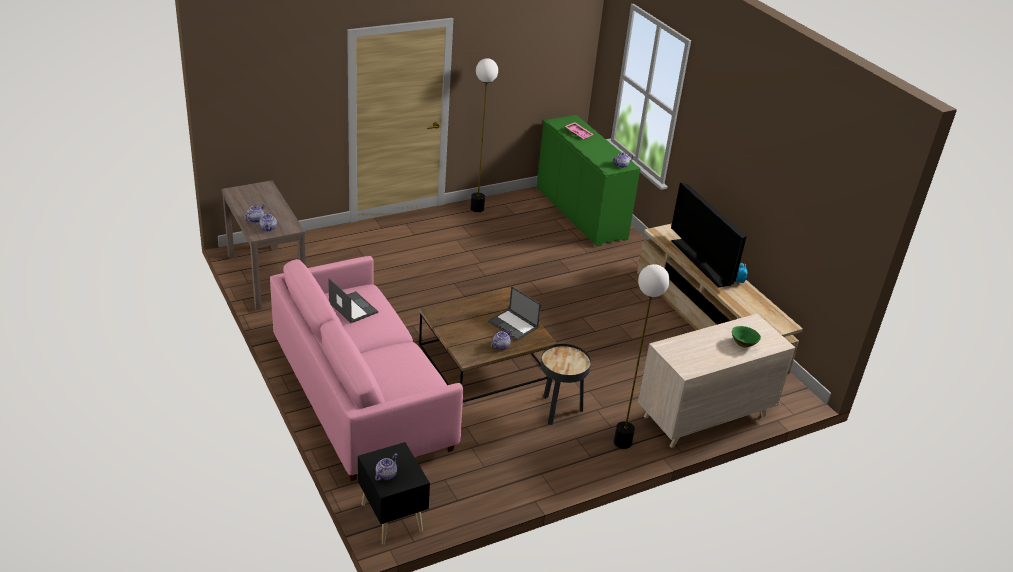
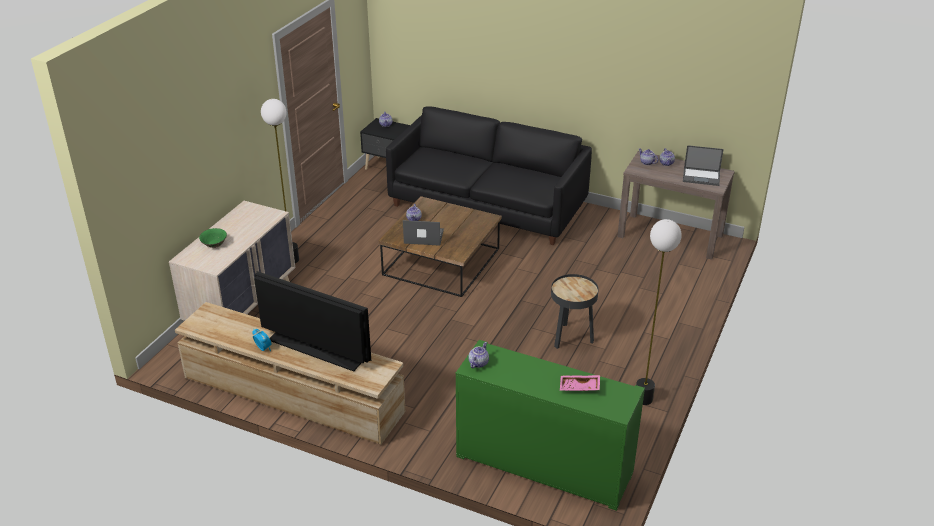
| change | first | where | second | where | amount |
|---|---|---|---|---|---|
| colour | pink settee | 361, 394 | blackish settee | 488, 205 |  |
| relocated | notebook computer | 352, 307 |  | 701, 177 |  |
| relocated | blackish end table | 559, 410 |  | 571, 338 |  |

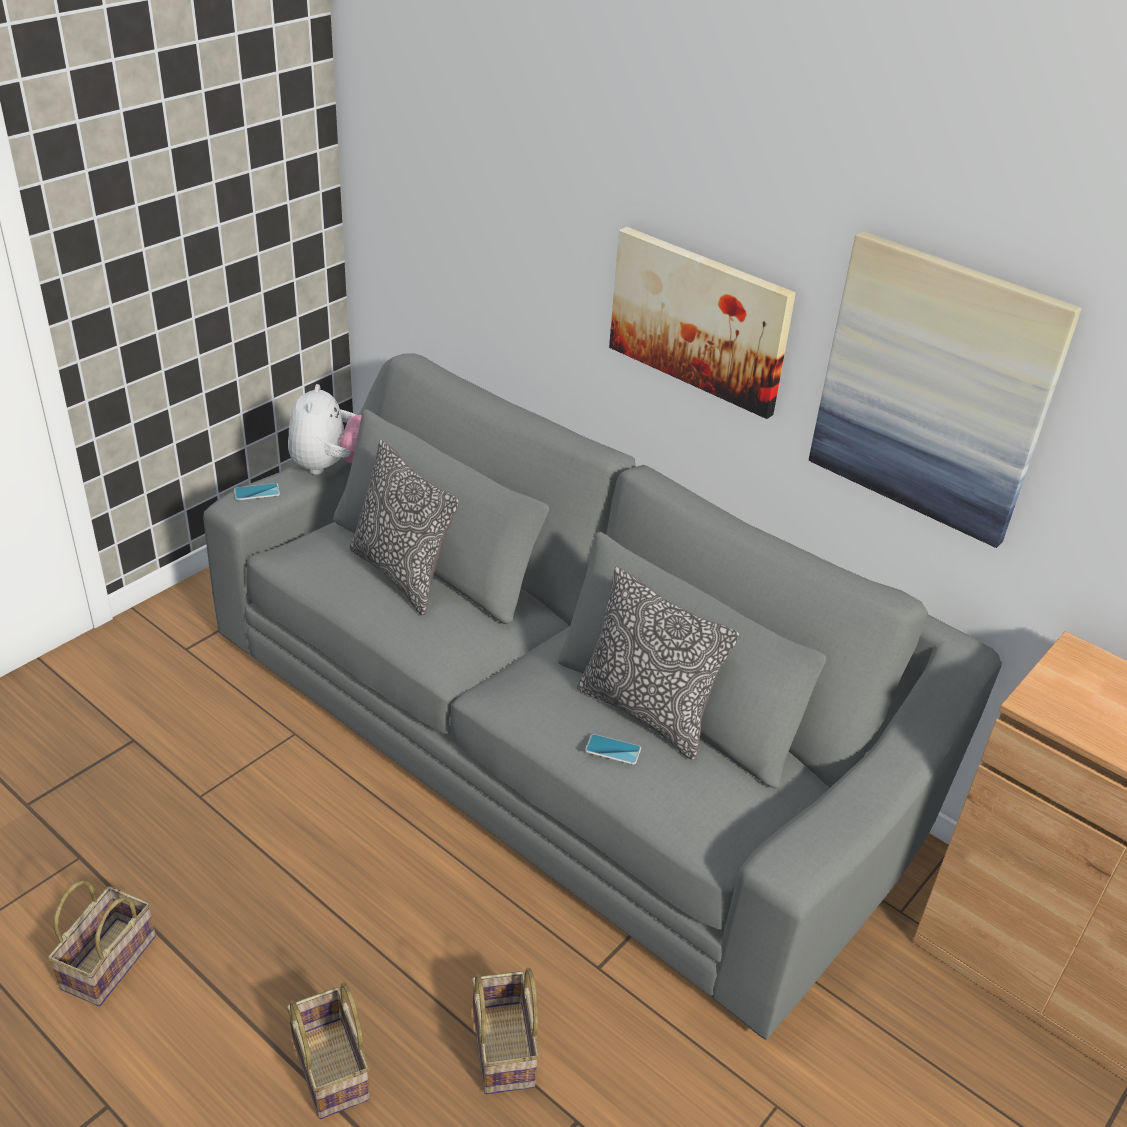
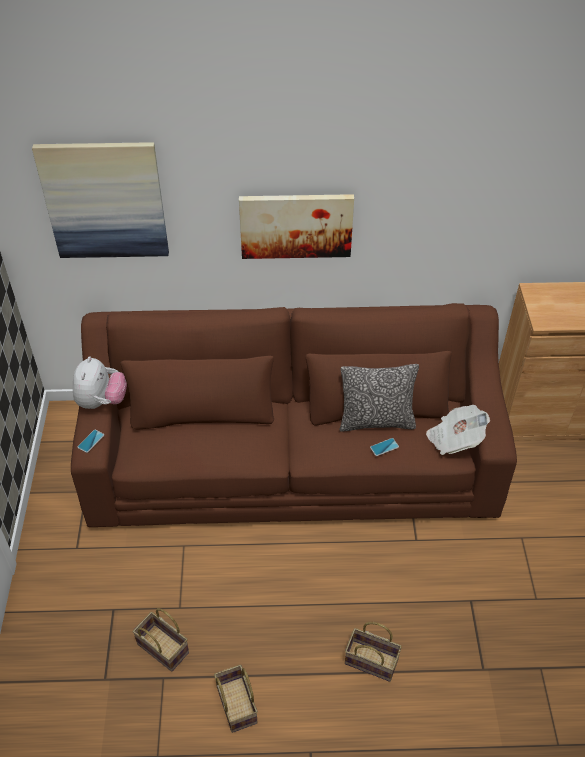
| change | first | where | second | where | amount |
|---|---|---|---|---|---|
| relocated | wall art | 934, 389 |  | 105, 200 |  |
| colour | greyish settee | 553, 737 | brown settee | 293, 459 |  |
| spun | cuddly toy | 330, 467 |  | 102, 401 | 45 degrees clockwise |
| missing | throw pillow | 402, 574 |  |  |  |
| relocated | storage basket | 505, 1050 |  | 164, 648 |  |
| appeared |  |  | newspaper | 455, 439 |  |

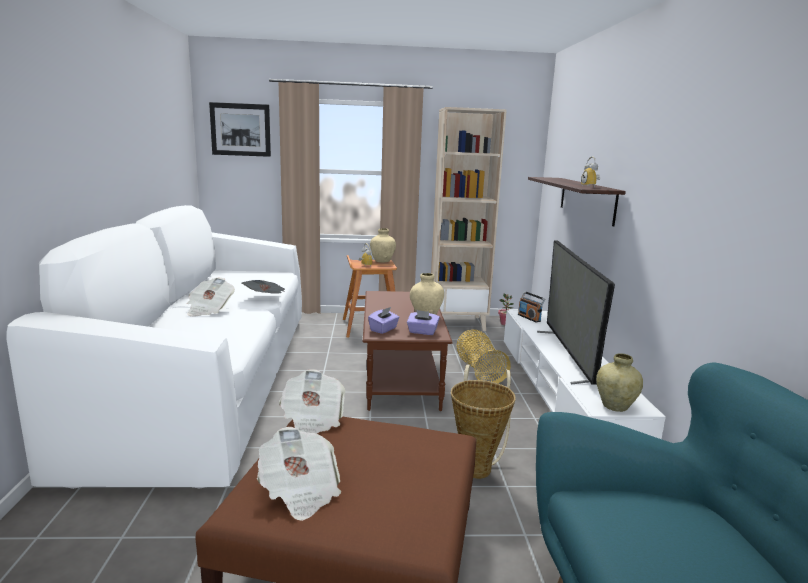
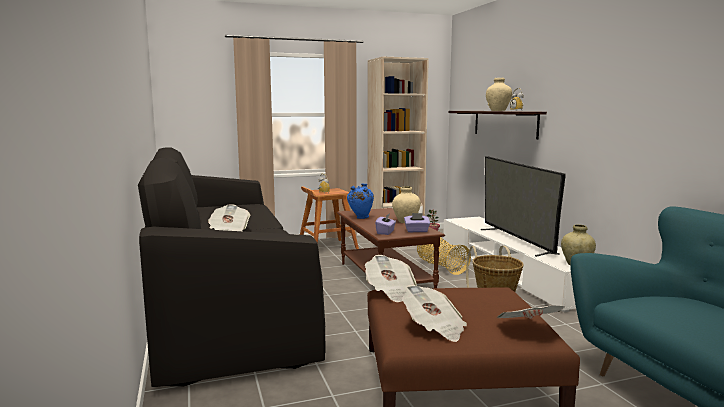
| change | first | where | second | where | amount |
|---|---|---|---|---|---|
| missing | wall art | 240, 129 |  |  |  |
| colour | white-coloured settee | 211, 379 | blackish settee | 225, 299 |  |
| relocated | beige-coloured decorative vase | 382, 261 |  | 498, 111 |  |
| relocated | newspaper | 265, 298 |  | 528, 329 |  |
| missing | radio receiver | 529, 318 |  |  |  |
| appeared |  |  | bluish decorative vase | 360, 218 |  |

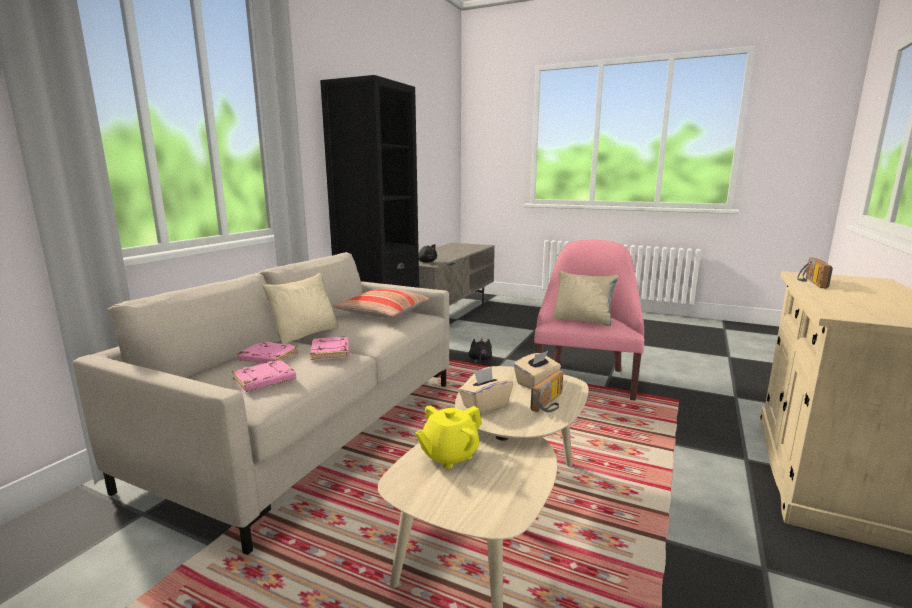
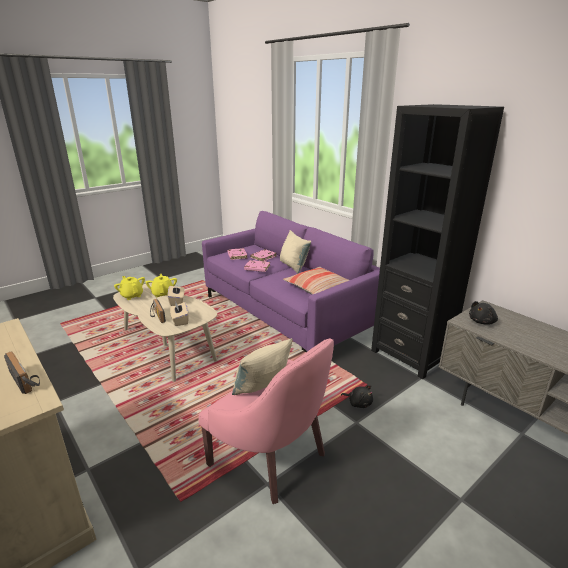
| change | first | where | second | where | amount |
|---|---|---|---|---|---|
| colour | beige-coloured settee | 313, 429 | purplish settee | 286, 314 |  |
| appeared |  |  | yellow pot for tea | 132, 295 |  |

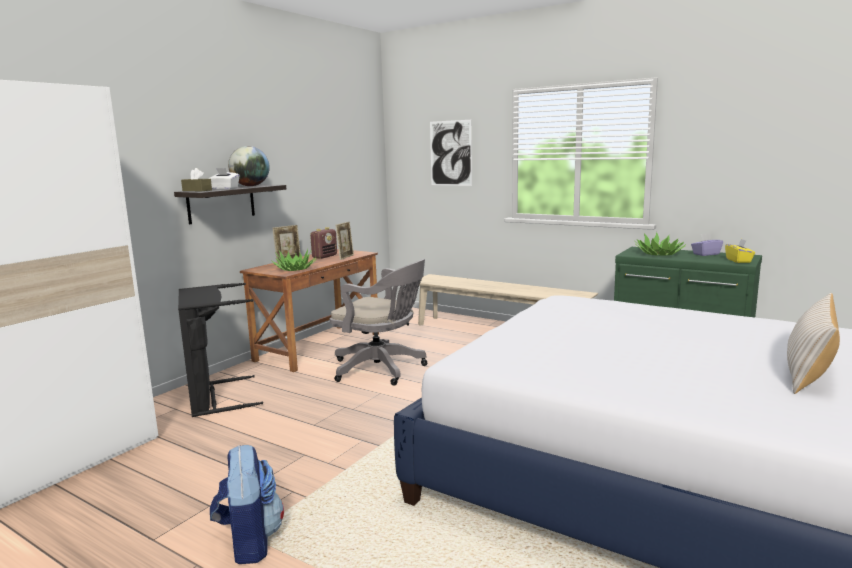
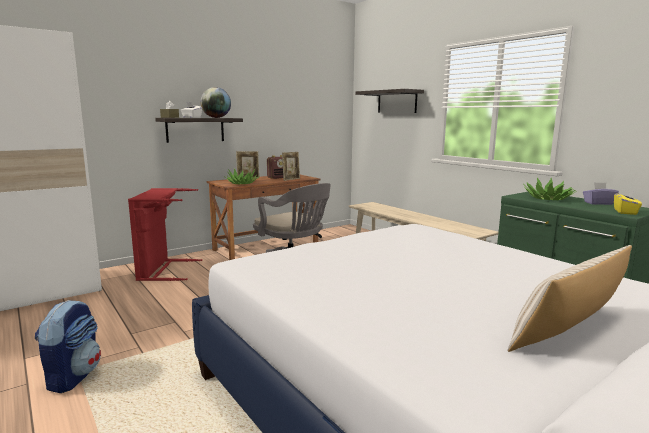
| change | first | where | second | where | amount |
|---|---|---|---|---|---|
| exchanged | wall art | 450, 153 | bracket shelf | 397, 102 |  |
| colour | blackish hamper | 214, 398 | red hamper | 163, 270 |  |

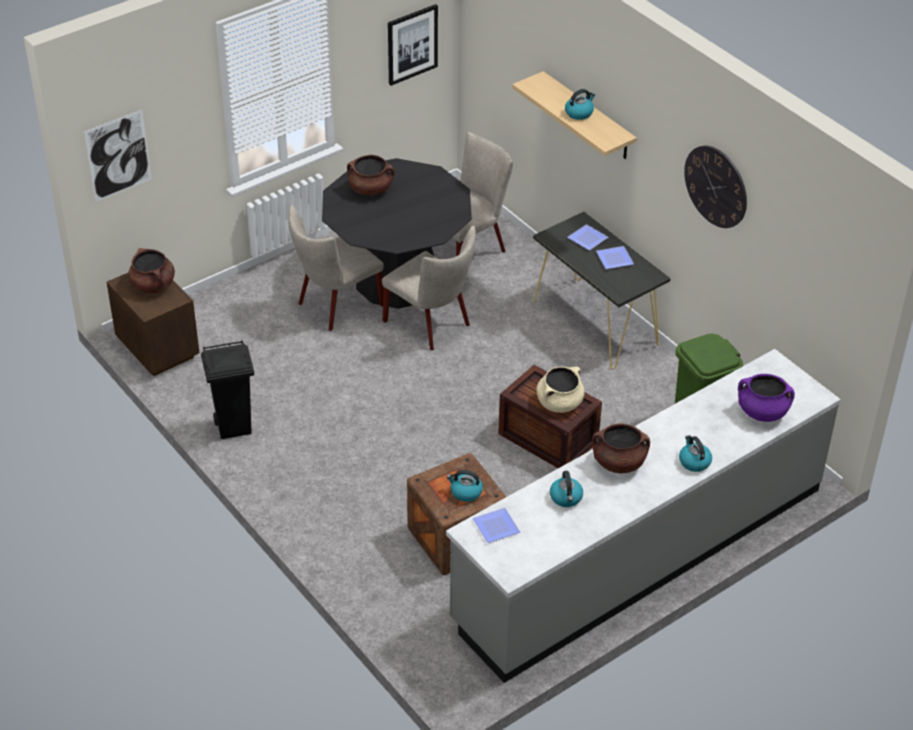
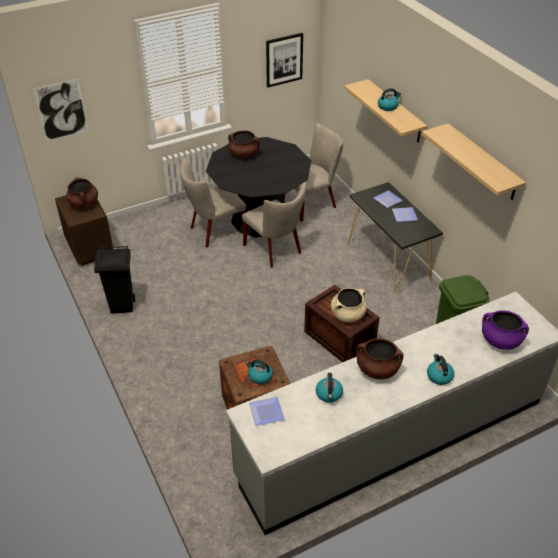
| change | first | where | second | where | amount |
|---|---|---|---|---|---|
| exchanged | hanging clock | 716, 186 | bracket shelf | 482, 162 |  |

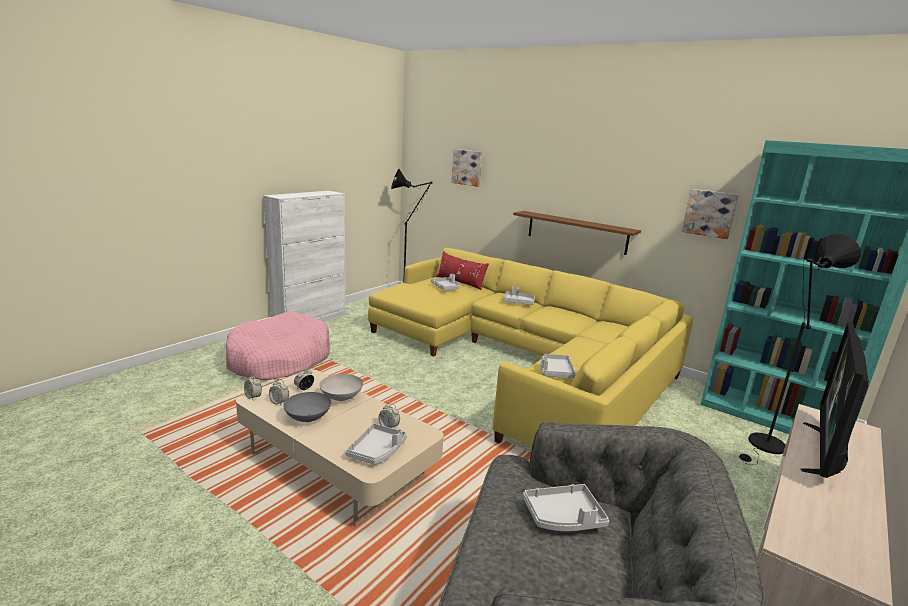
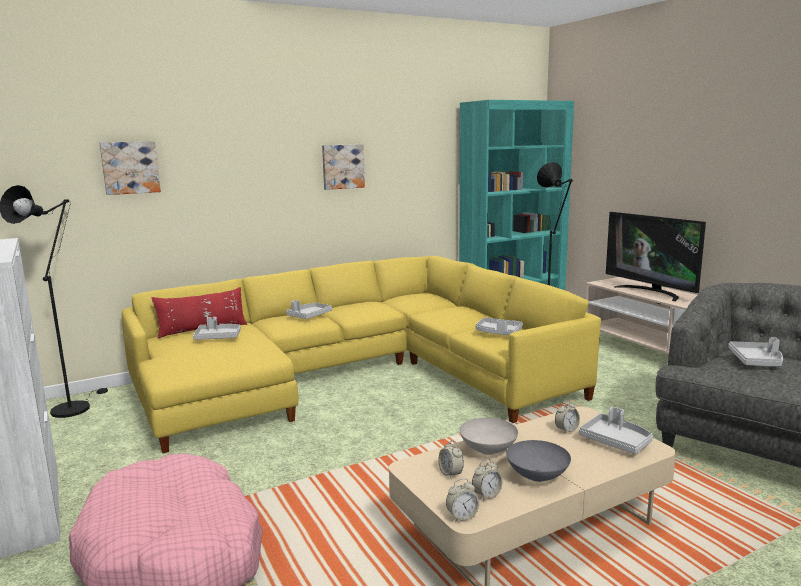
| change | first | where | second | where | amount |
|---|---|---|---|---|---|
| relocated | wall art | 709, 213 |  | 342, 166 |  |
| missing | brown bracket shelf | 576, 232 |  |  |  |

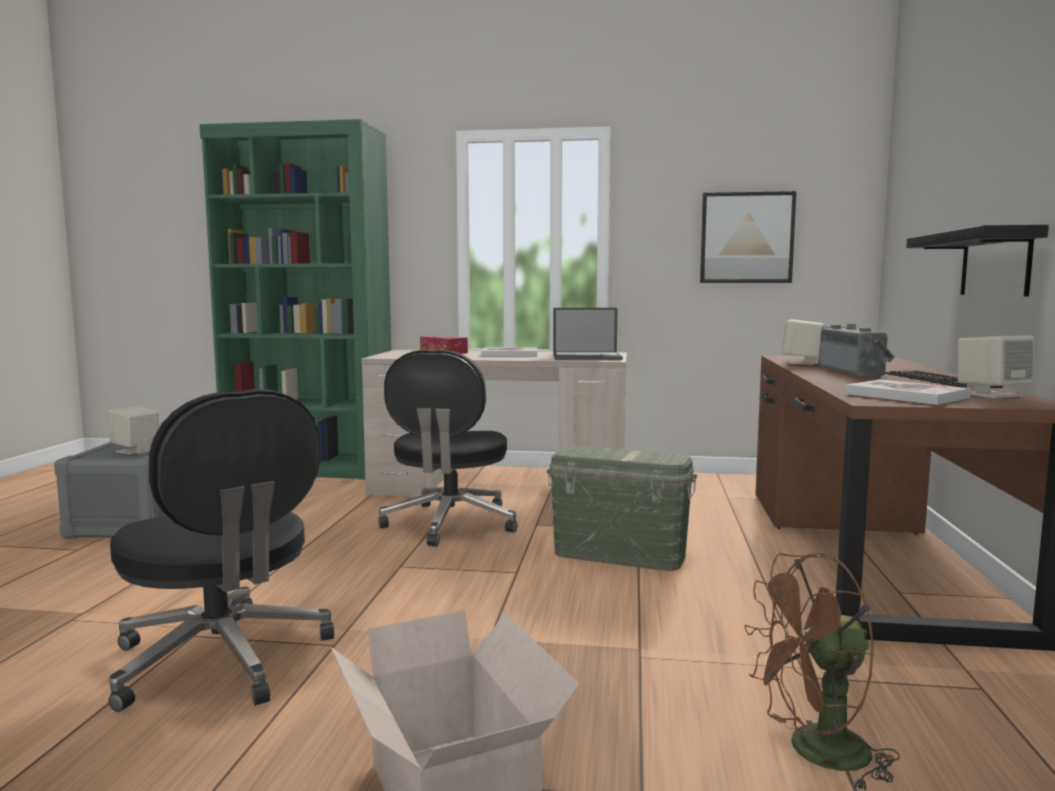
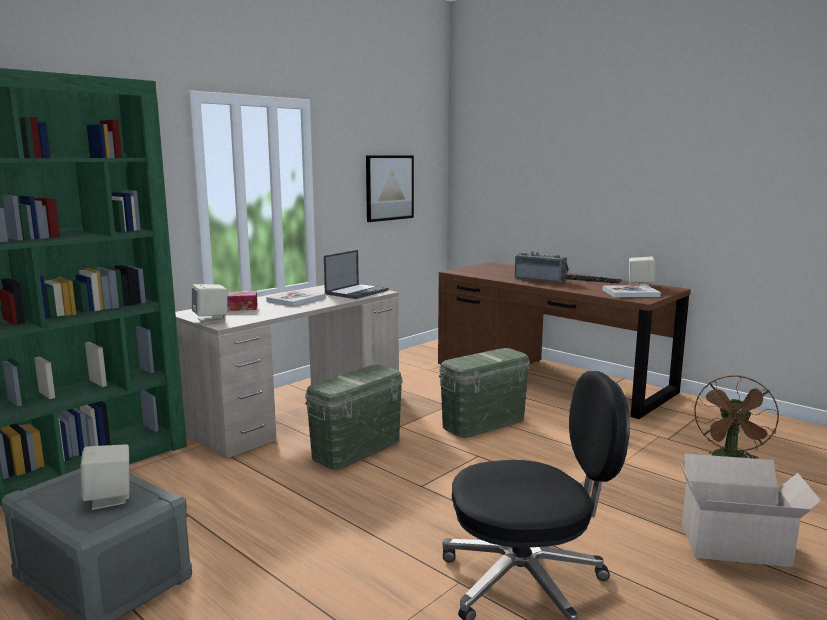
| change | first | where | second | where | amount |
|---|---|---|---|---|---|
| missing | blackish bracket shelf | 995, 263 |  |  |  |
| relocated | beige-coloured loudspeaker | 802, 362 |  | 211, 319 |  |
| exchanged | blackish desk chair | 450, 524 | green storage box | 357, 449 |  |

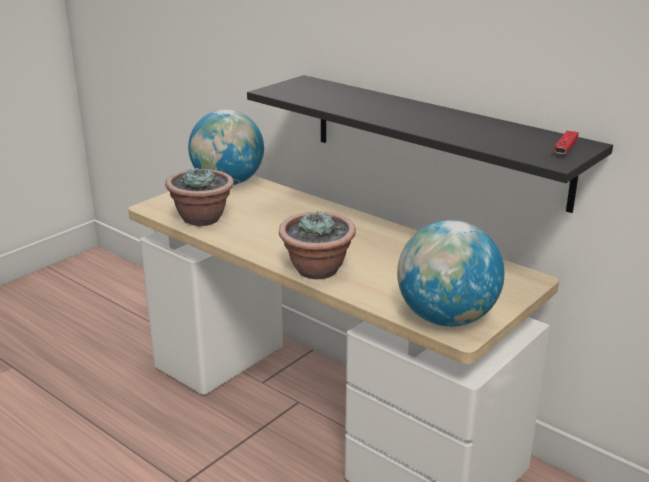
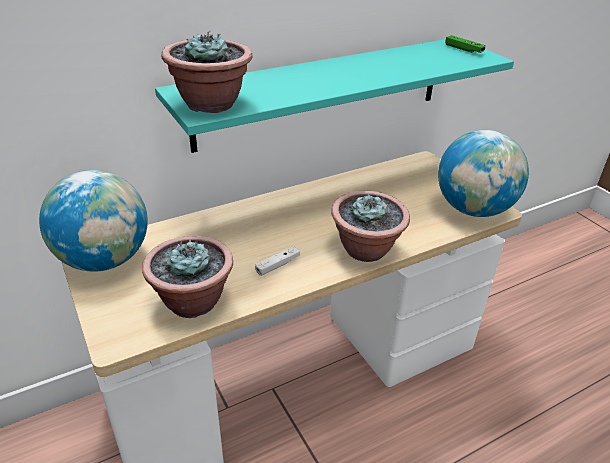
| change | first | where | second | where | amount |
|---|---|---|---|---|---|
| colour | blackish bracket shelf | 436, 139 | turquoise-coloured bracket shelf | 323, 92 |  |
| colour | red game controller | 565, 149 | green game controller | 463, 49 |  |
| appeared |  |  | plant in a pot | 211, 104 |  |
| appeared |  |  | white-coloured game controller | 277, 265 |  |

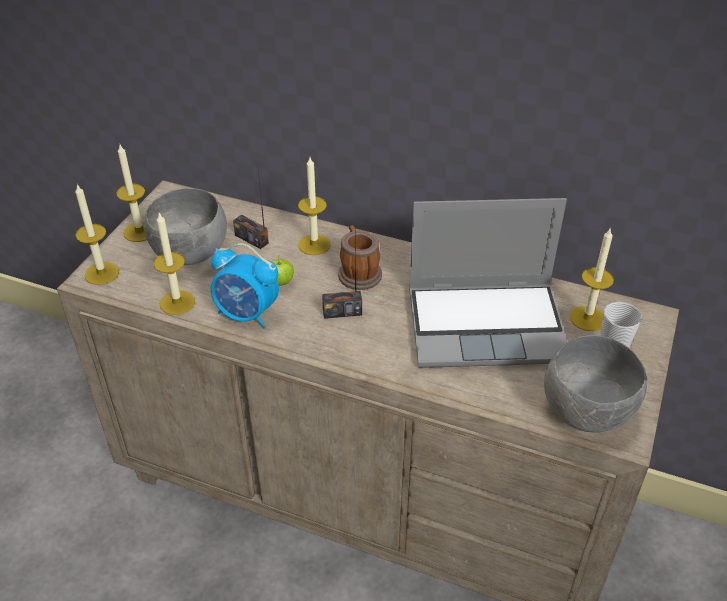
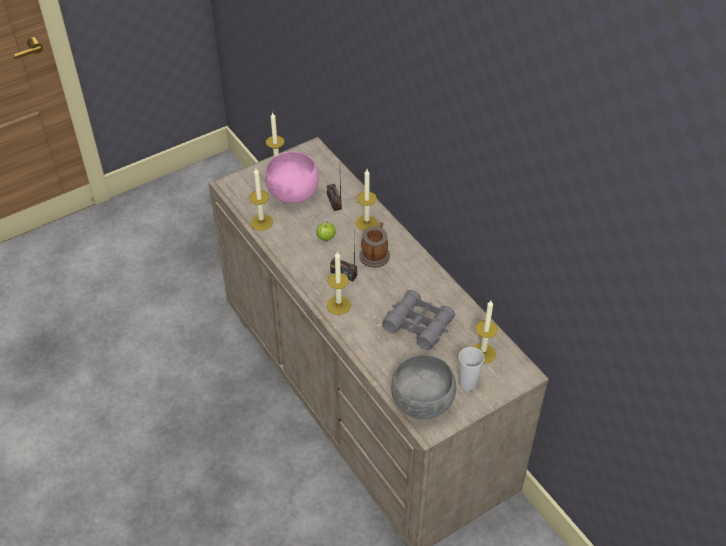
| change | first | where | second | where | amount |
|---|---|---|---|---|---|
| relocated | candle | 102, 273 |  | 338, 305 |  |
| colour | greyish deep dish | 191, 254 | pink deep dish | 293, 195 |  |
| exchanged | notebook computer | 487, 325 | greyish pair of binoculars | 418, 325 |  |
| missing | bedside clock | 247, 314 |  |  |  |

